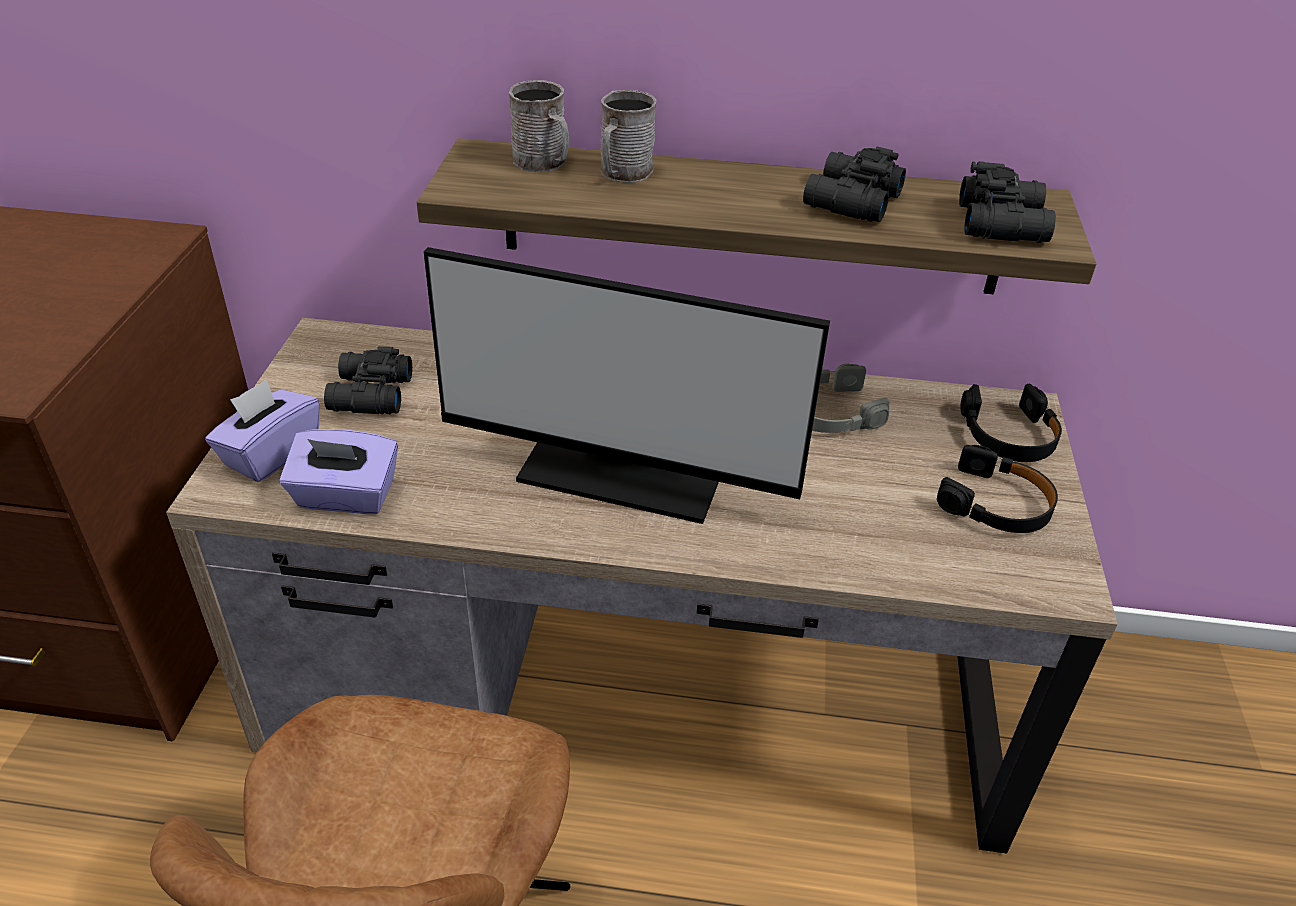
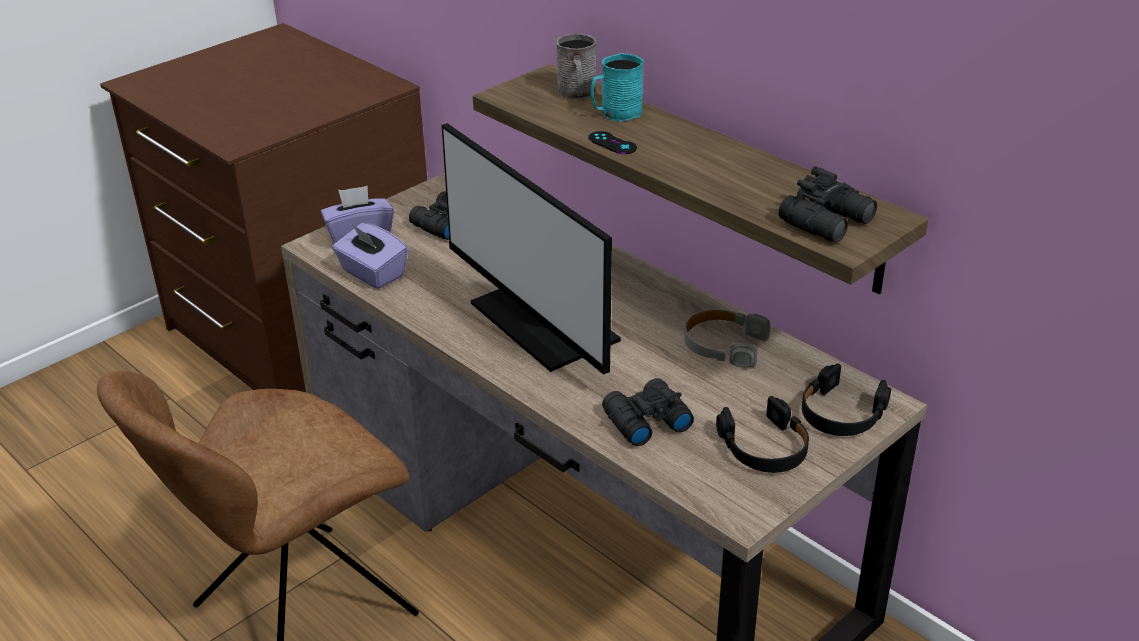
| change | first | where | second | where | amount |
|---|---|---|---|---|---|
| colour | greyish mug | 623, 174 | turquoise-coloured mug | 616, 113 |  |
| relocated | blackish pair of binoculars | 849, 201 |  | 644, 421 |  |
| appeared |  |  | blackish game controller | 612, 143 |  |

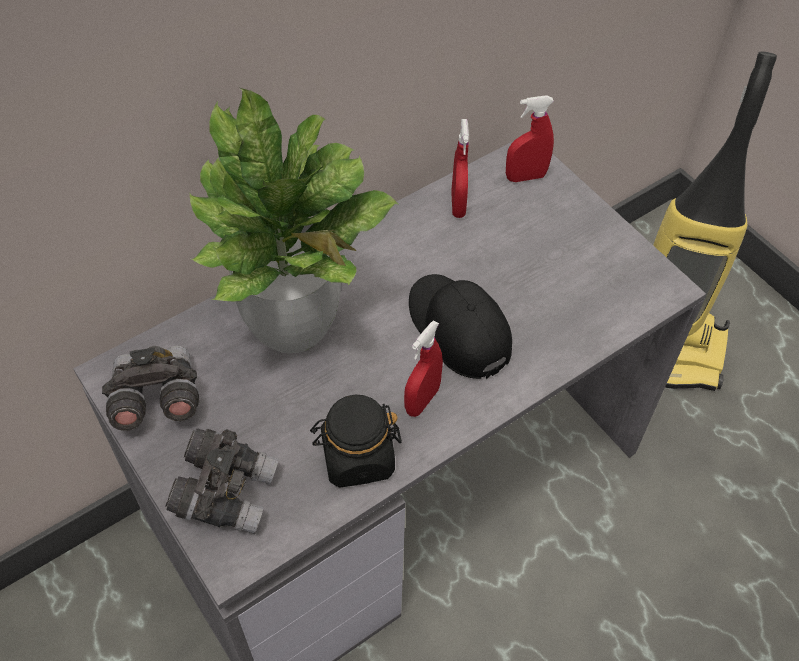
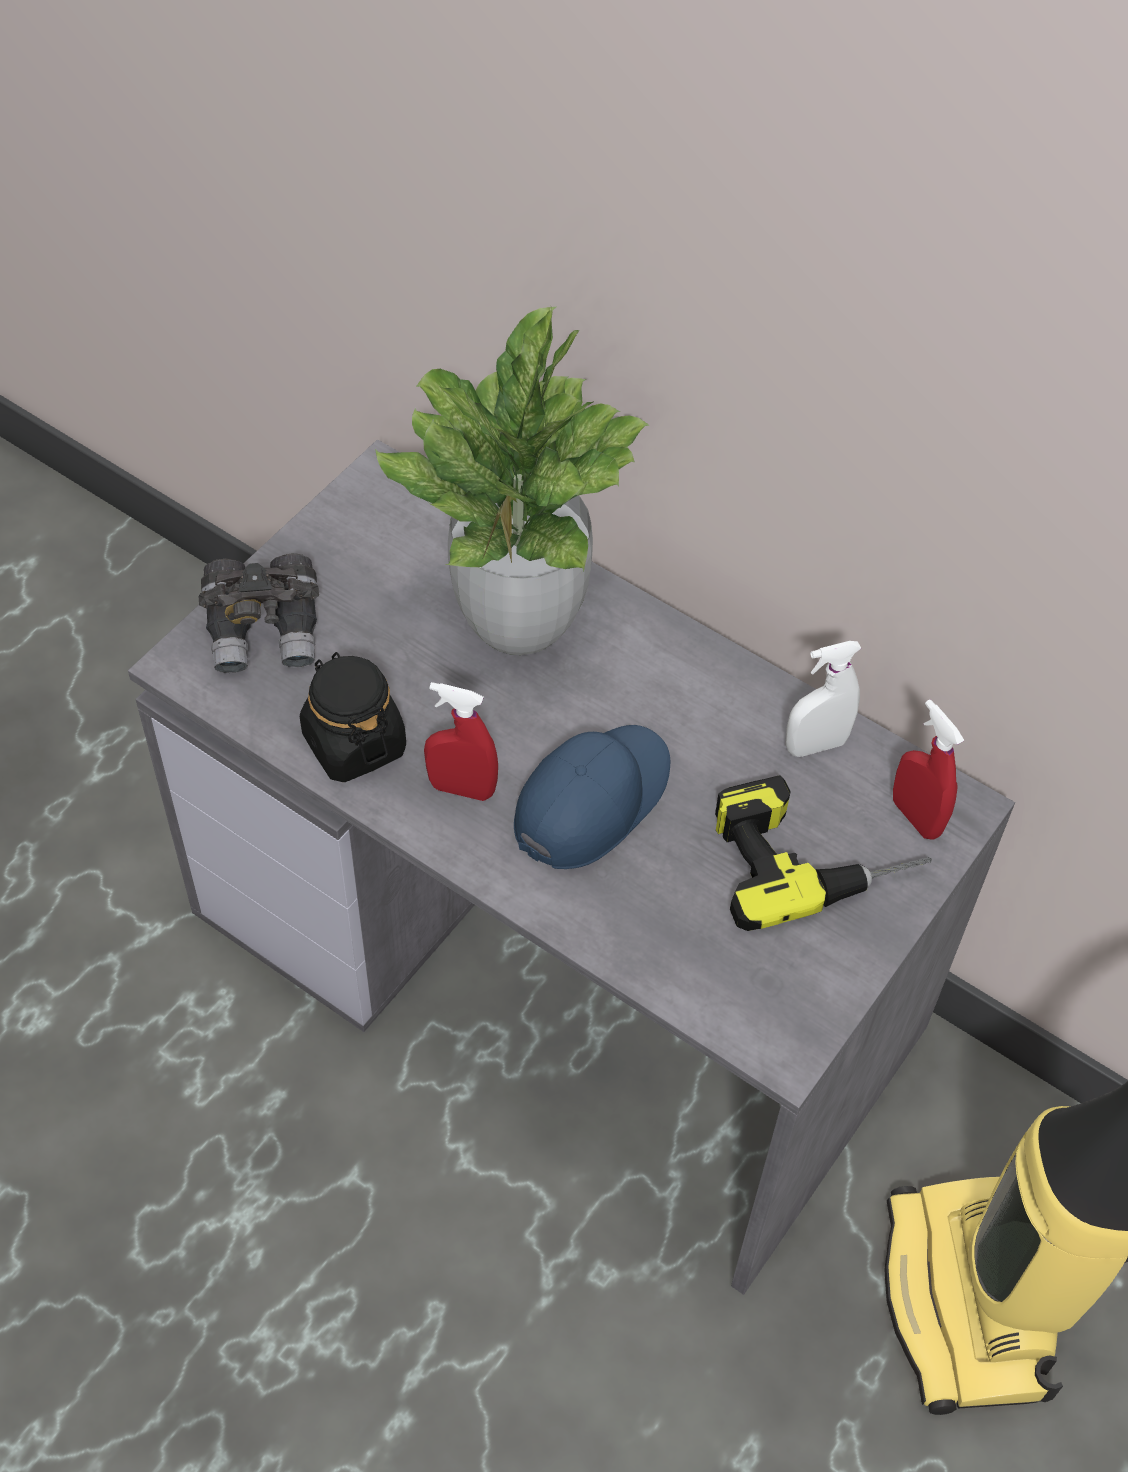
| change | first | where | second | where | amount |
|---|---|---|---|---|---|
| colour | red spray bottle | 458, 204 | white-coloured spray bottle | 816, 745 |  |
| colour | blackish peaked cap | 458, 329 | bluish peaked cap | 592, 800 |  |
| missing | greyish pair of binoculars | 155, 400 |  |  |  |
| appeared |  |  | power drill | 811, 852 |  |

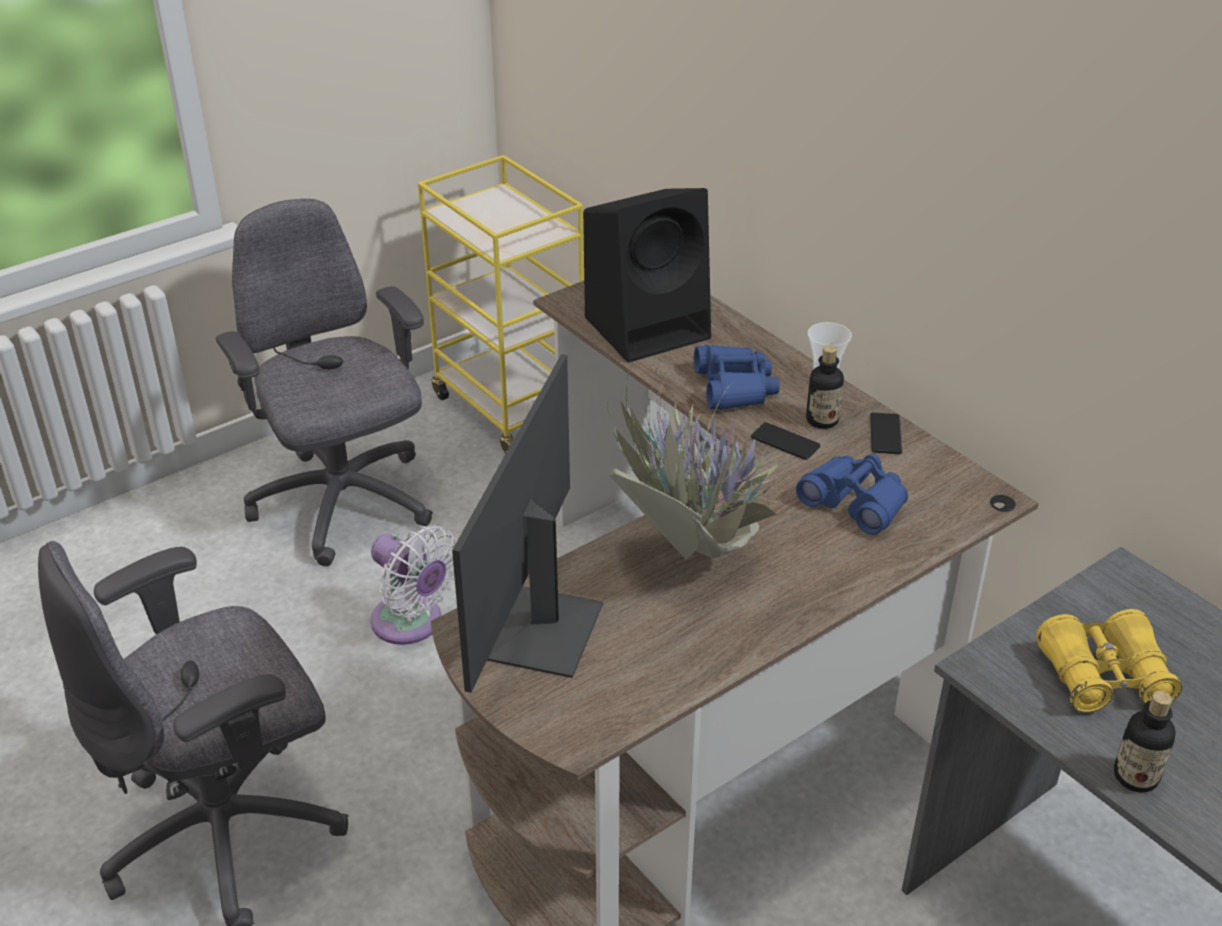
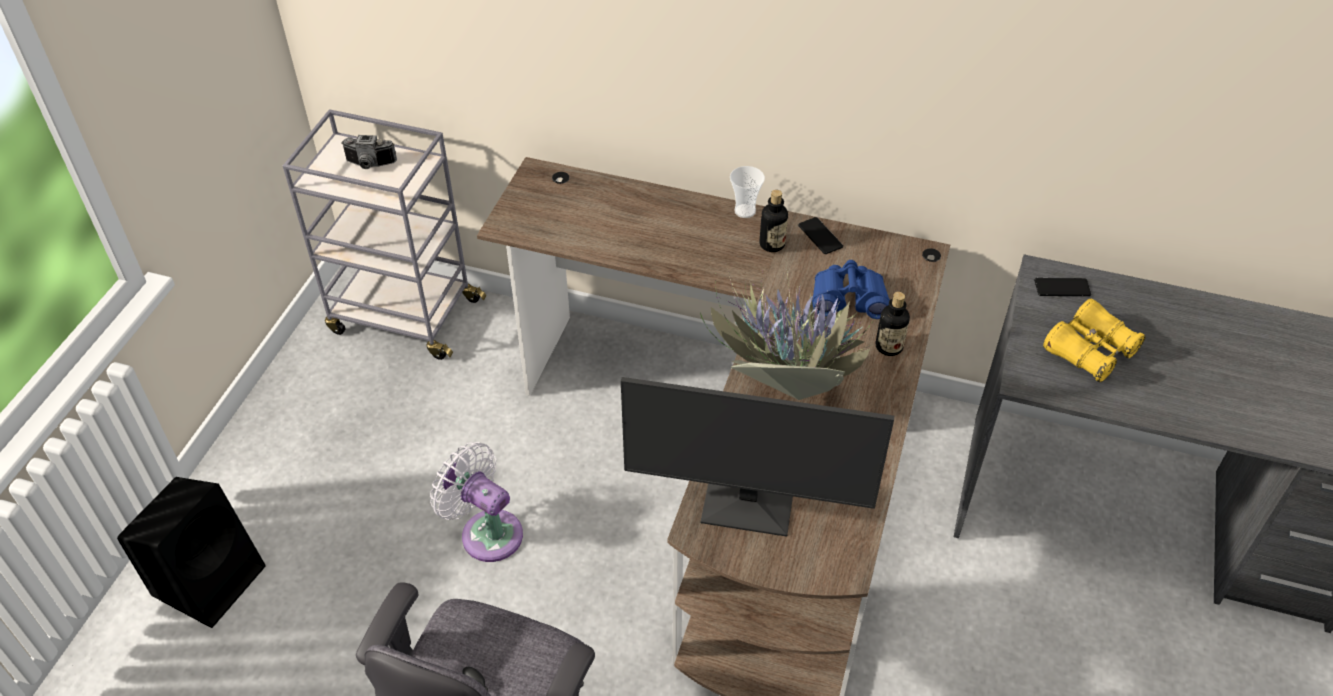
| change | first | where | second | where | amount |
|---|---|---|---|---|---|
| colour | yellow wheeled cart | 511, 408 | greyish wheeled cart | 403, 316 |  |
| relocated | blackish loudspeaker | 649, 327 |  | 210, 578 |  |
| missing | greyish desk chair | 343, 505 |  |  |  |
| missing | bluish pair of binoculars | 734, 388 |  |  |  |
| spun | monitor | 542, 631 |  | 748, 504 | 60 degrees counterclockwise |
| relocated | phone | 785, 442 |  | 1062, 288 |  |
| spun | white-coloured electric fan | 412, 624 |  | 487, 532 | 150 degrees counterclockwise |
| relocated | bottle | 1135, 777 |  | 889, 347 |  |
| appeared |  |  | still camera | 369, 165 |  |

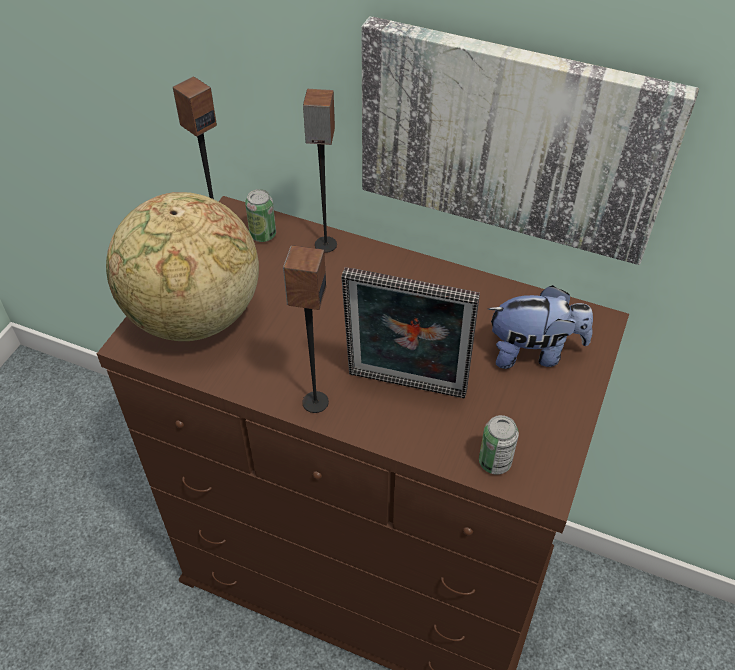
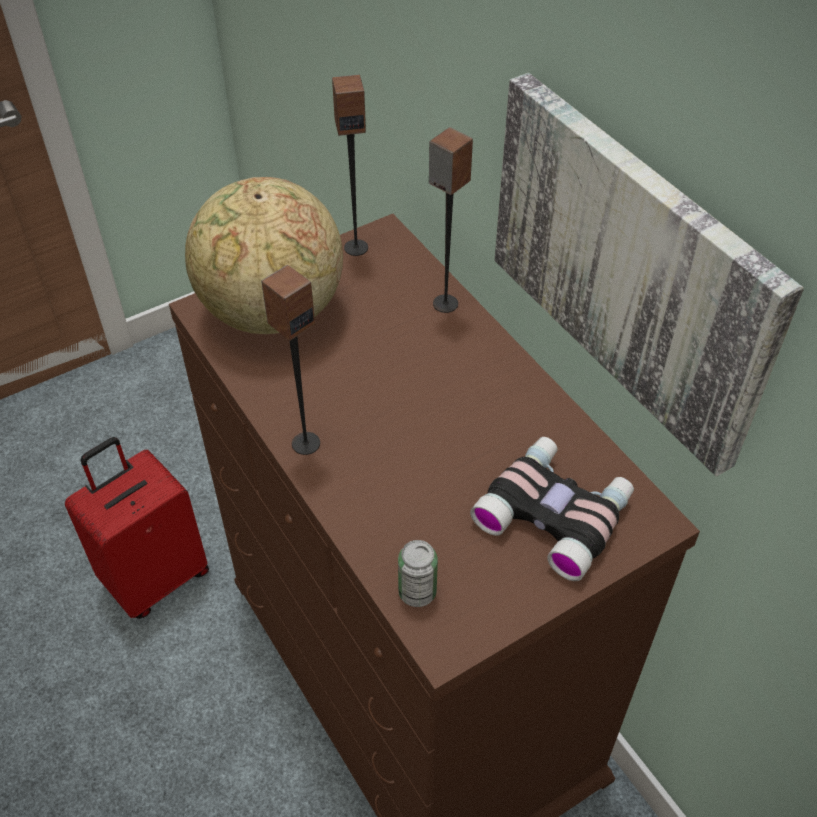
| change | first | where | second | where | amount |
|---|---|---|---|---|---|
| missing | can | 263, 235 |  |  |  |
| missing | standing frame | 405, 388 |  |  |  |
| exchanged | cuddly toy | 533, 352 | pair of binoculars | 555, 512 |  |
| appeared |  |  | red piece of luggage | 155, 577 |  |

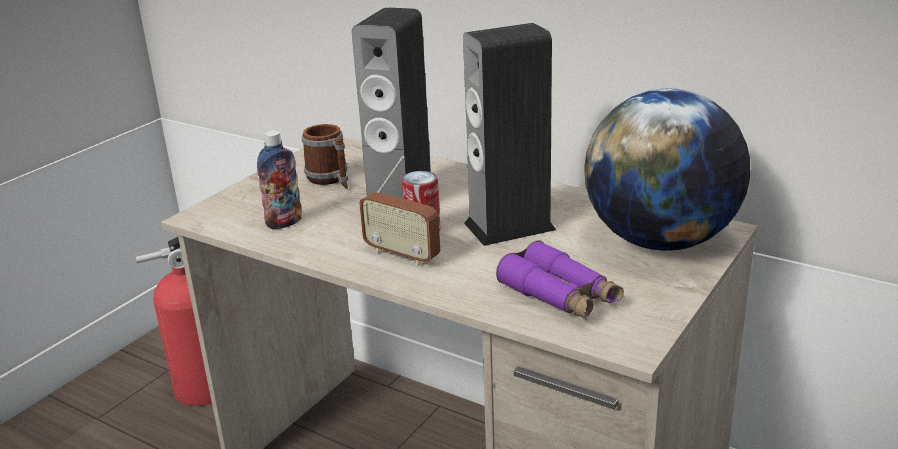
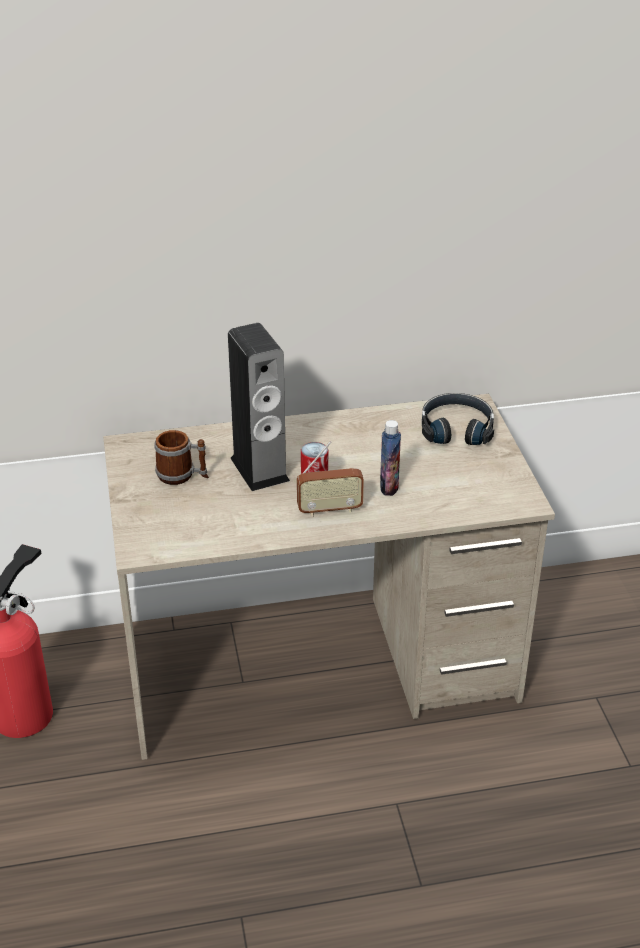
| change | first | where | second | where | amount |
|---|---|---|---|---|---|
| missing | loudspeaker | 509, 226 |  |  |  |
| exchanged | world globe | 661, 241 | blackish pair of headphones | 456, 428 |  |
| relocated | bottle | 284, 222 |  | 389, 487 |  |
| missing | purplish pair of binoculars | 560, 296 |  |  |  |

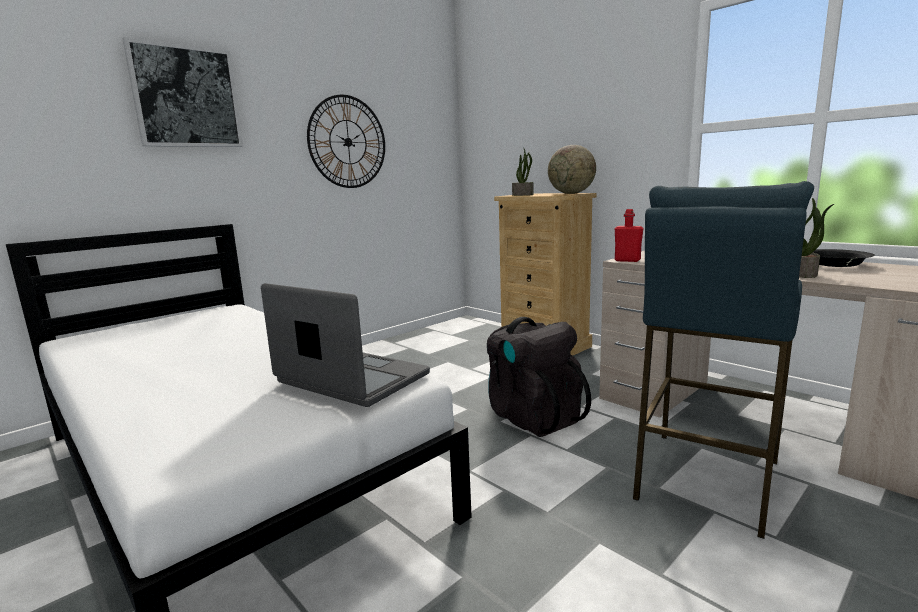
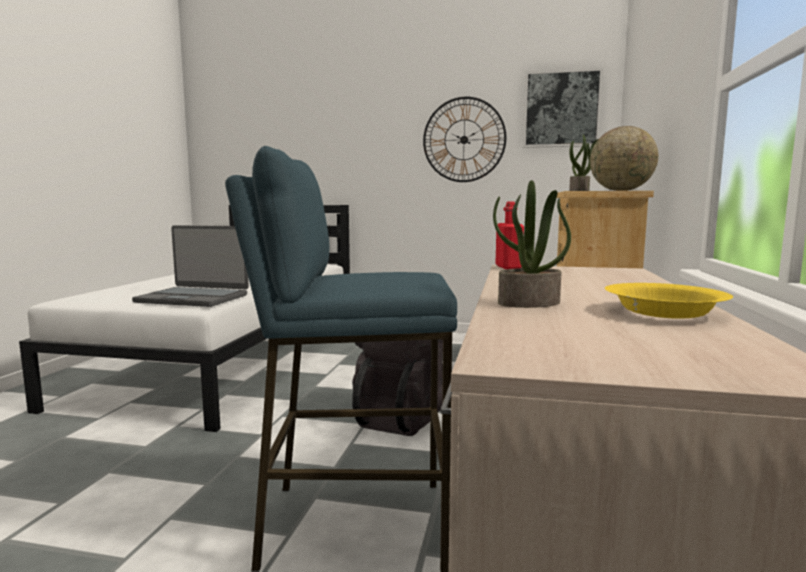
| change | first | where | second | where | amount |
|---|---|---|---|---|---|
| relocated | wall art | 186, 97 |  | 561, 109 |  |
| colour | blackish deep dish | 834, 264 | yellow deep dish | 663, 313 |  |
| spun | notebook computer | 351, 379 |  | 193, 298 | 105 degrees clockwise |

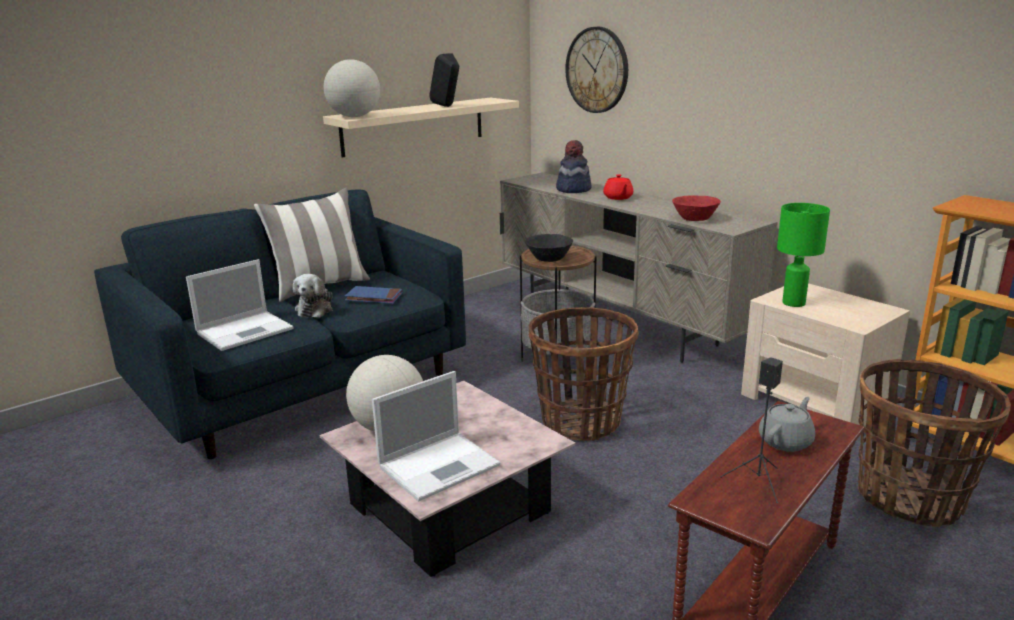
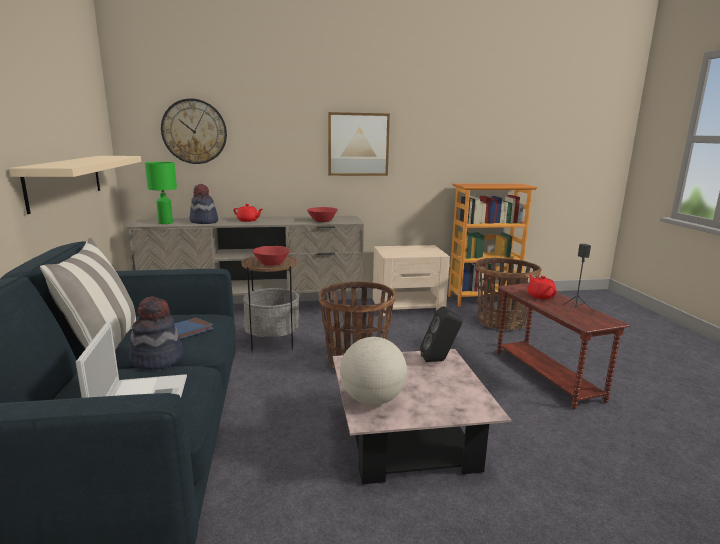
| change | first | where | second | where | amount |
|---|---|---|---|---|---|
| relocated | blackish loudspeaker | 447, 106 |  | 439, 360 |  |
| missing | world globe | 354, 116 |  |  |  |
| relocated | green lamp for a table | 794, 303 |  | 166, 223 |  |
| colour | blackish deep dish | 548, 258 | red deep dish | 271, 263 |  |
| exchanged | cuddly toy | 315, 309 | clothing hat | 157, 359 |  |
| missing | notebook computer | 440, 465 |  |  |  |
| colour | greyish pot for tea | 786, 441 | red pot for tea | 540, 296 |  |
| appeared |  |  | wall art | 358, 144 |  |

